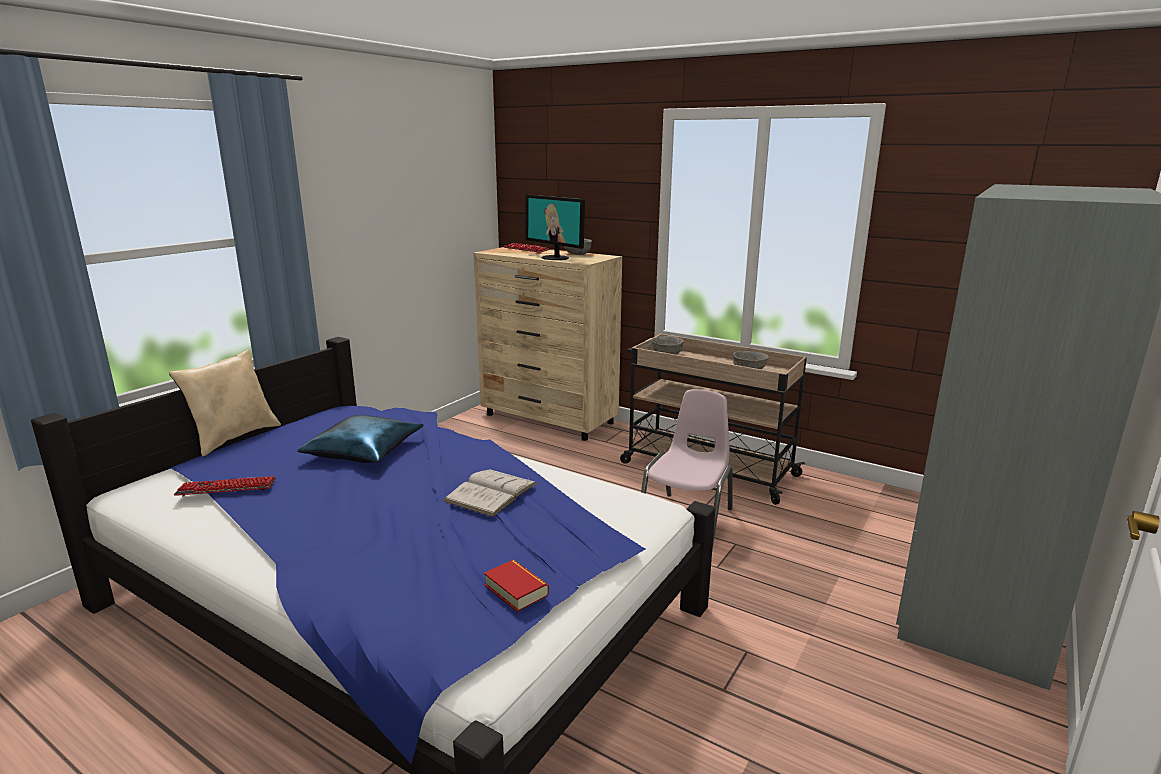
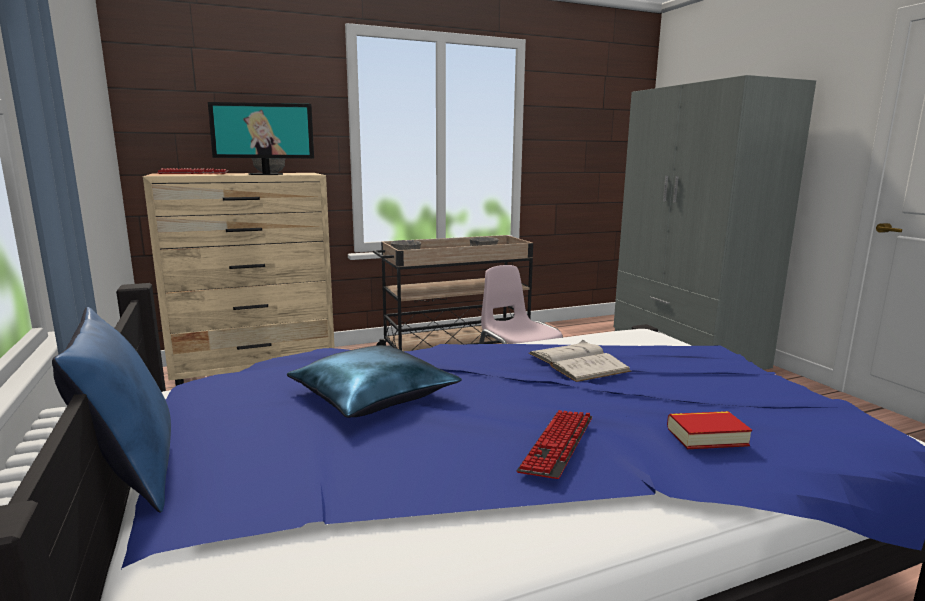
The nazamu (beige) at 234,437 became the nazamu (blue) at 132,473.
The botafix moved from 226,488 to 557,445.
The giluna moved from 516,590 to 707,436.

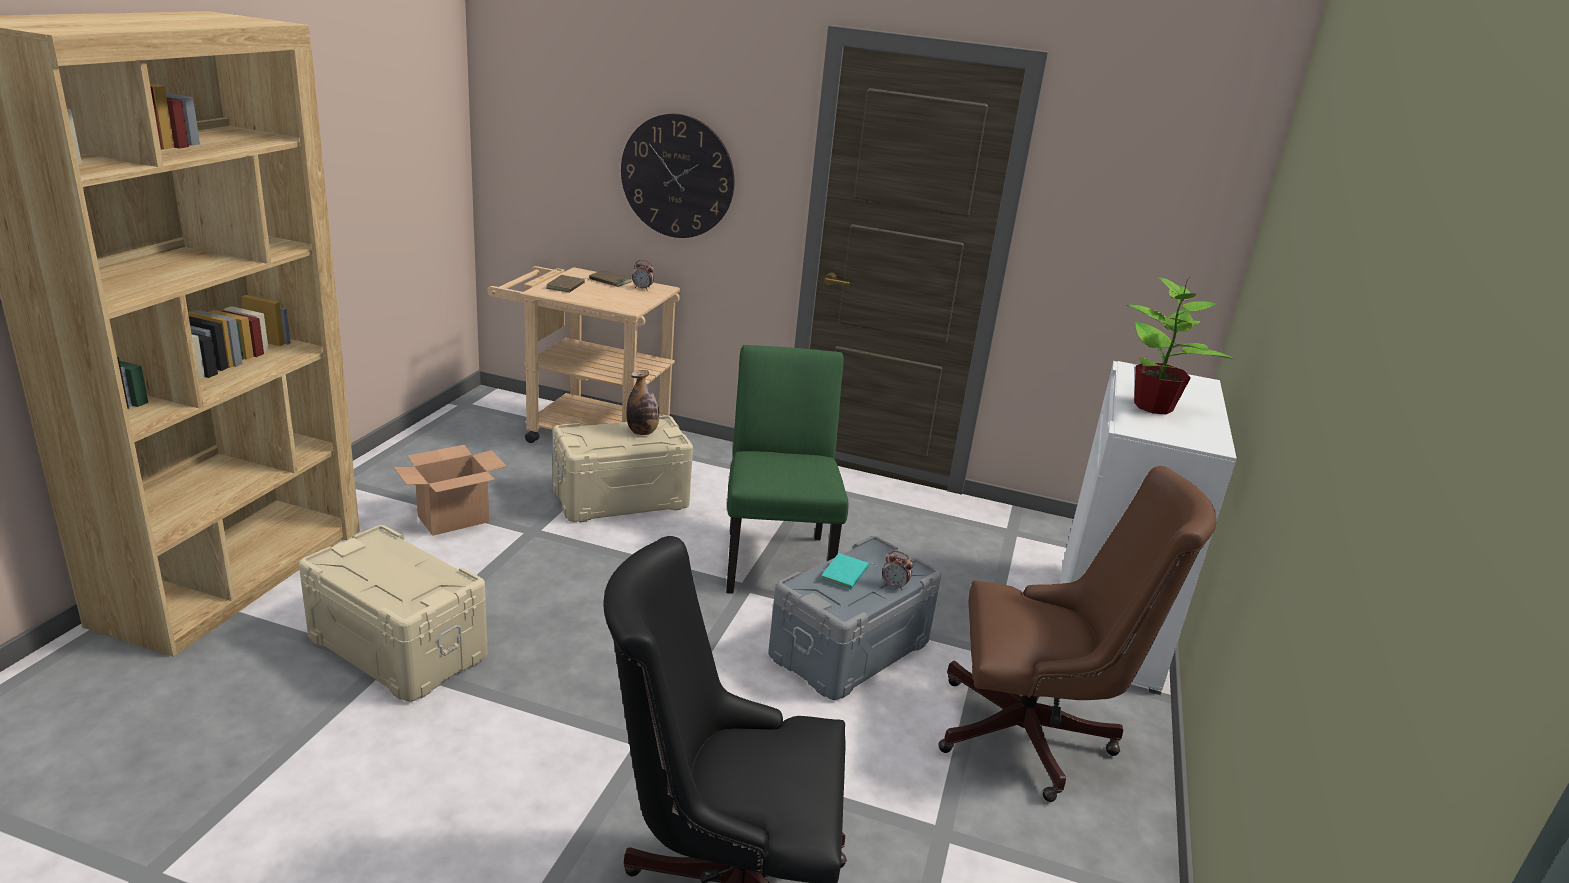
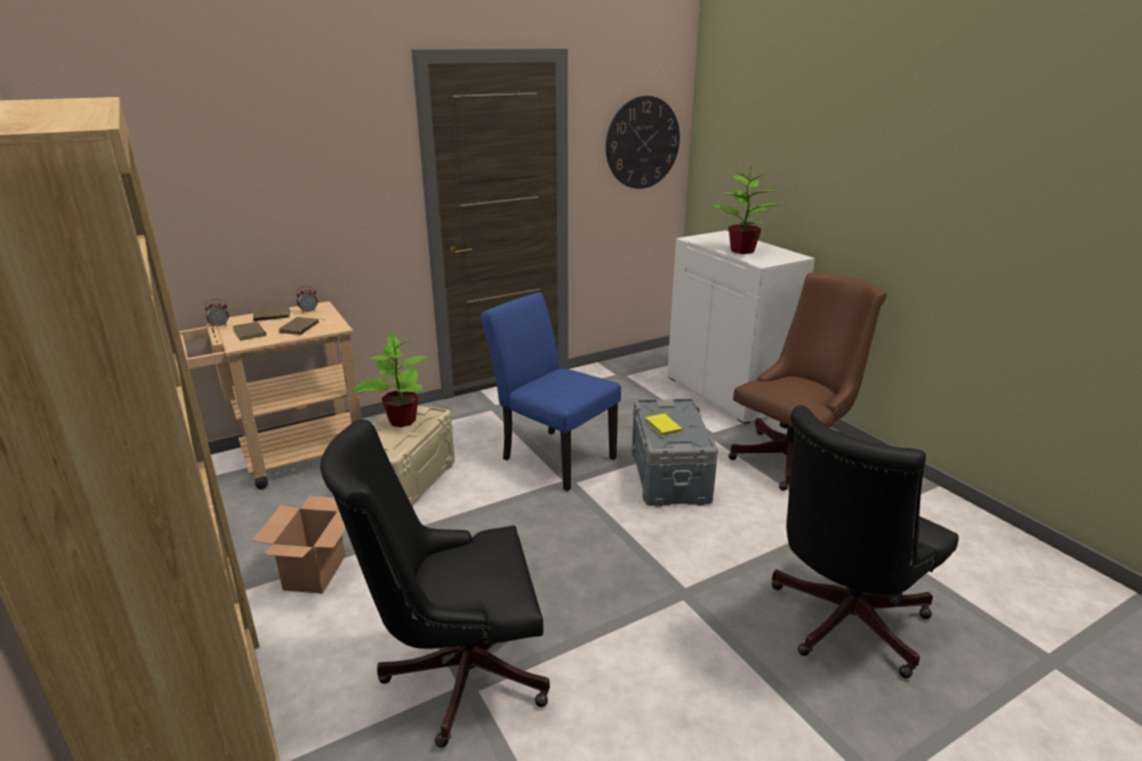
The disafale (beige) at 399,646 was replaced by the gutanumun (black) at 456,672.
The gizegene moved from 677,176 to 642,143.
The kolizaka at 642,432 was replaced by the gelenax at 401,420.
The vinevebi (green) at 776,557 became the vinevebi (blue) at 552,456.
The giluna (turquoise) at 846,575 became the giluna (yellow) at 664,426.
The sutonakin moved from 894,586 to 220,326.
The giluna (brown) at 300,328 appeared.

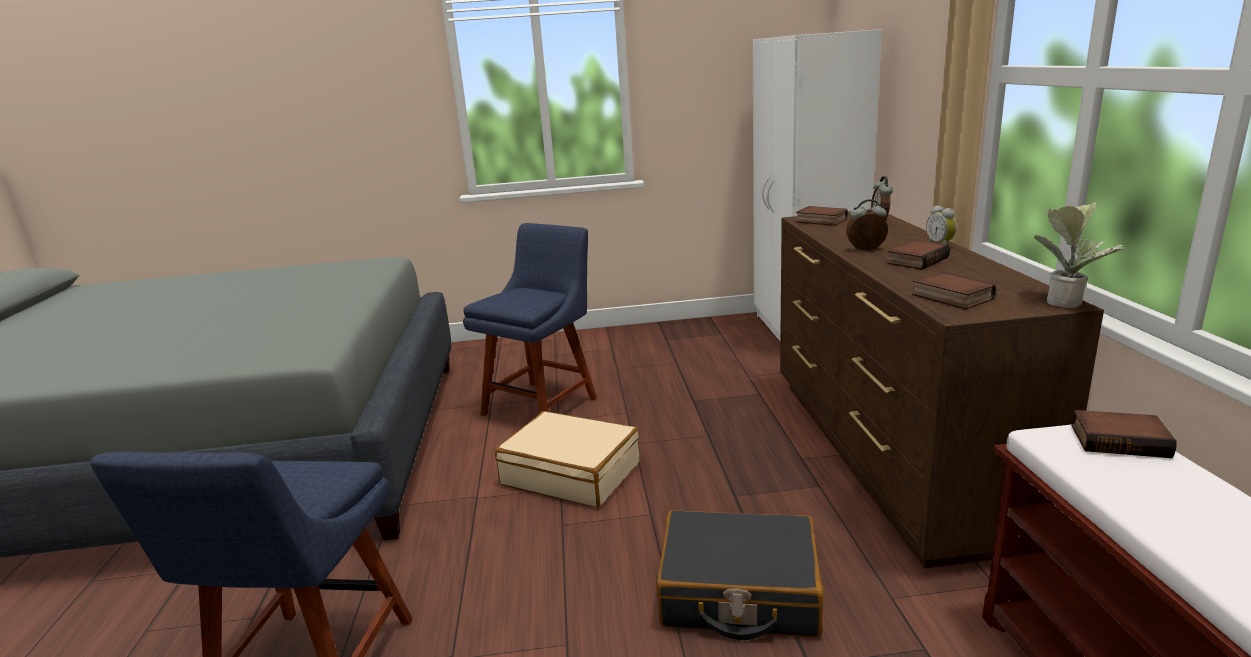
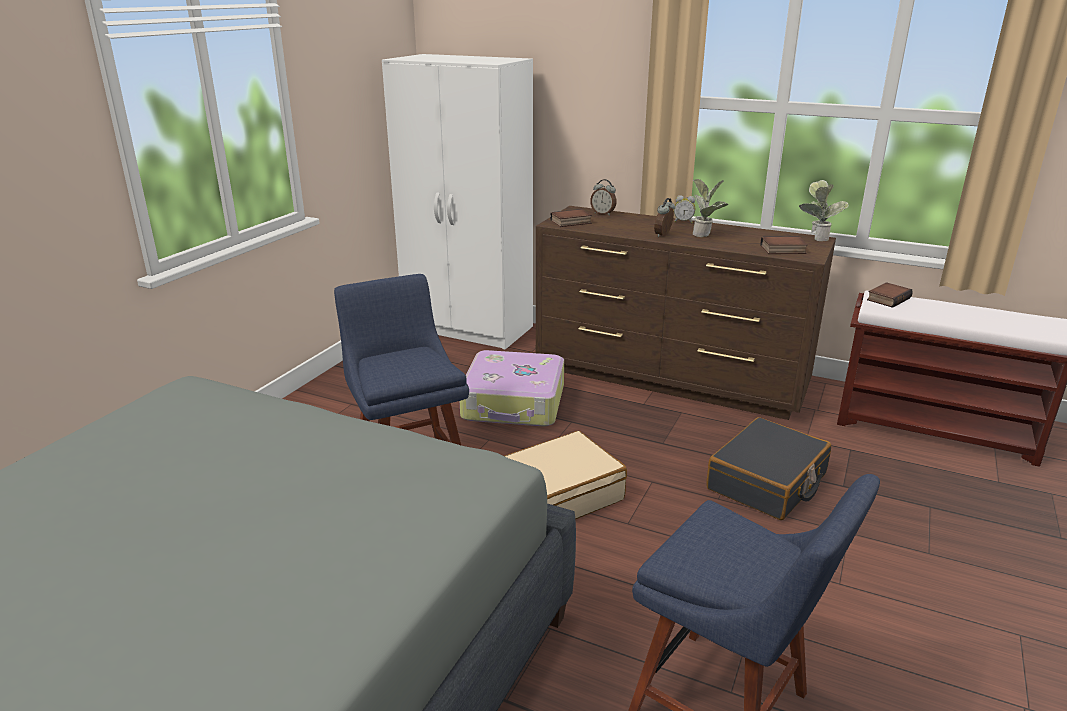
The giluna at 916,260 was replaced by the gelenax at 705,234.
The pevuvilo at 514,403 appeared.

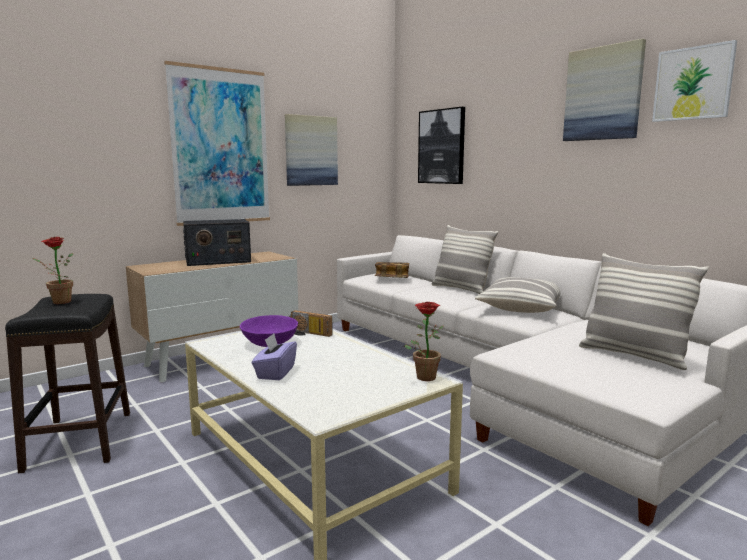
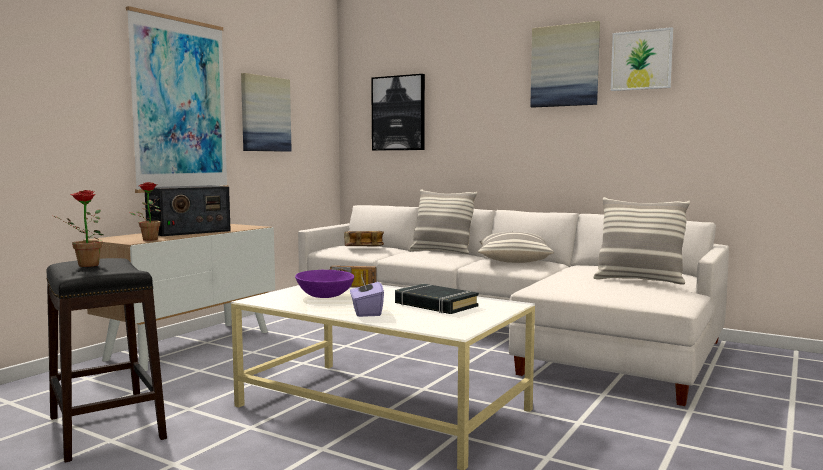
The gelenax moved from 424,376 to 149,239.
The giluna (black) at 435,305 appeared.

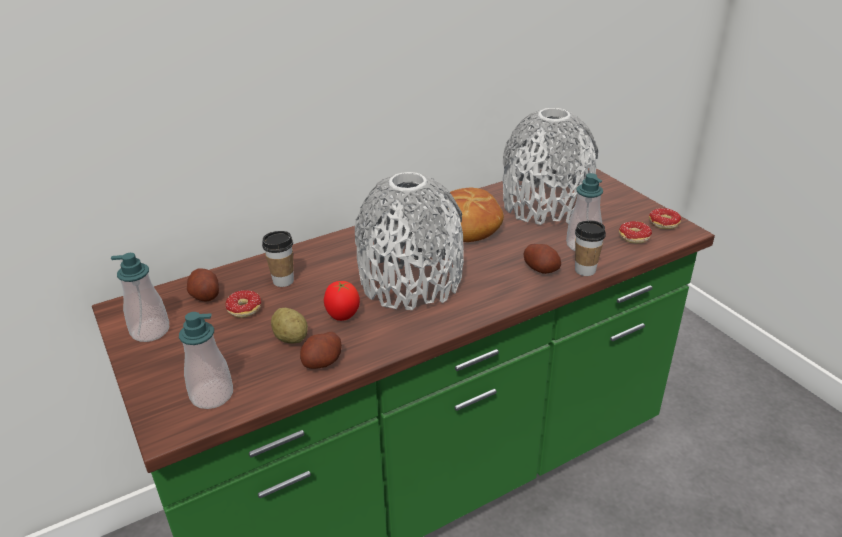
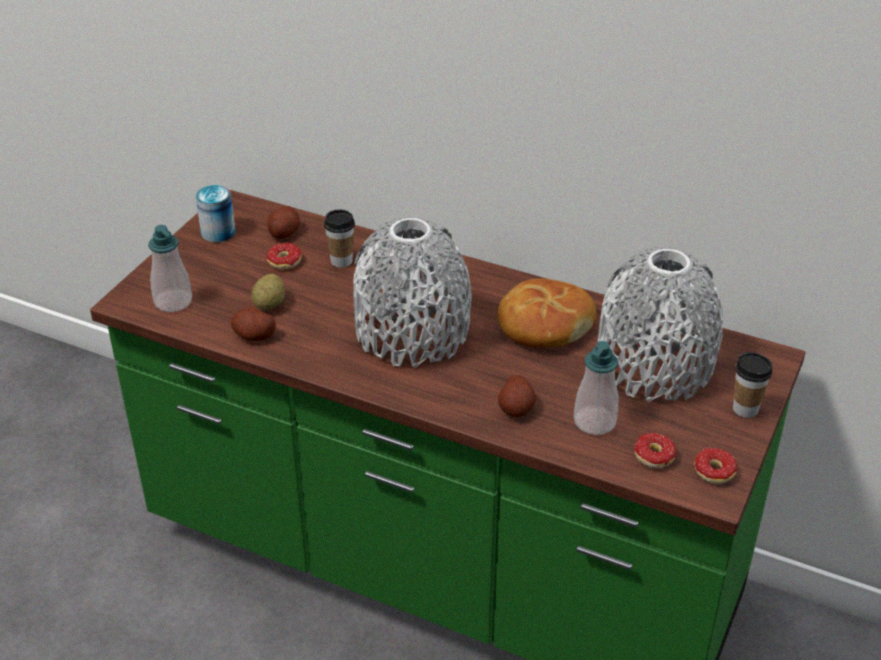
The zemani at 150,331 was replaced by the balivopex at 218,232.
The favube at 343,316 disappeared.
The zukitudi moved from 585,270 to 745,409.

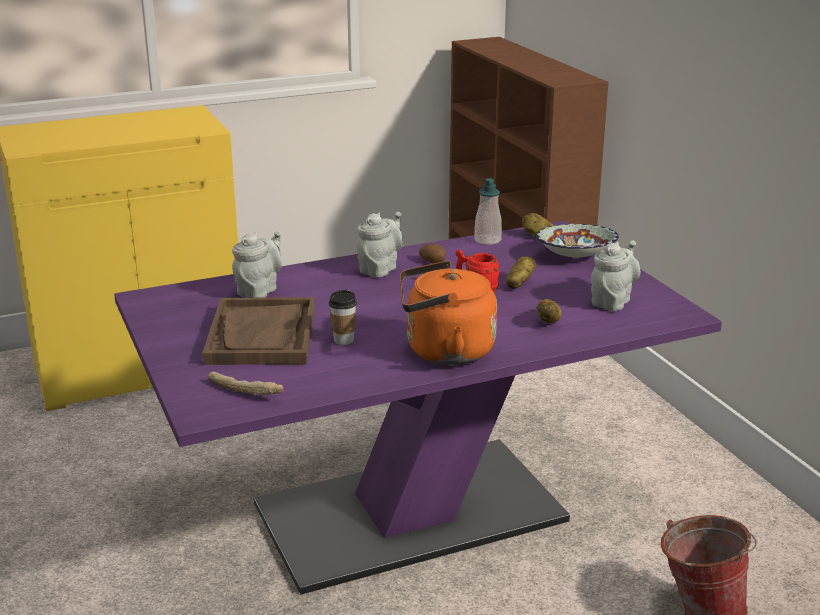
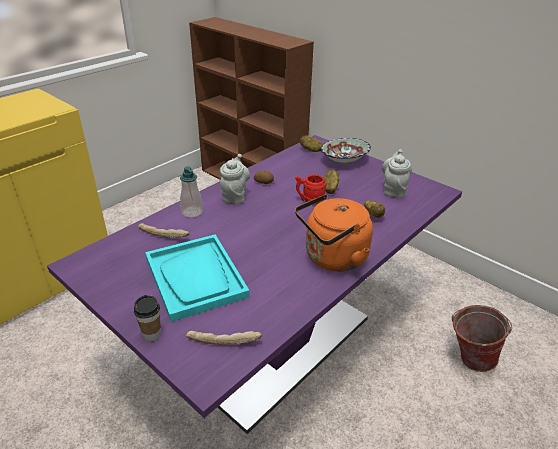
The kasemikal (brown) at 262,335 became the kasemikal (turquoise) at 196,277.
The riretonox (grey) at 259,290 was replaced by the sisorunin at 164,235.
The zukitudi moved from 343,340 to 152,334.
The zemani moved from 487,240 to 192,212.

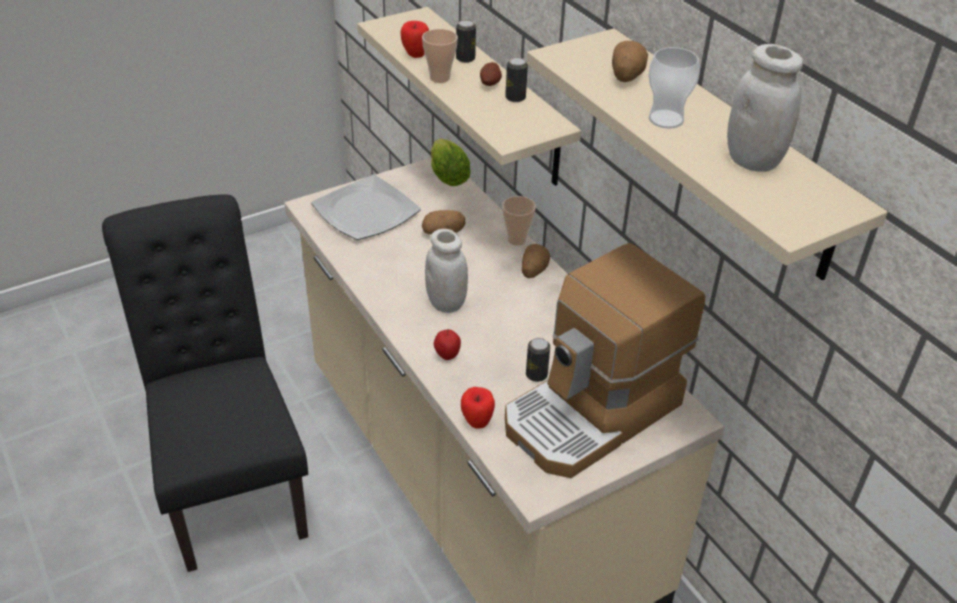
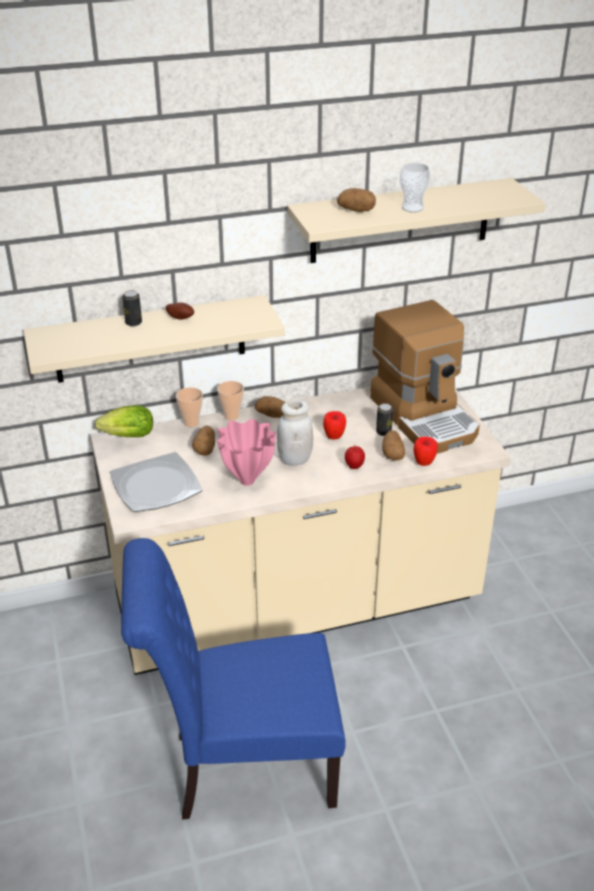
The vinevebi (black) at 231,482 became the vinevebi (blue) at 242,768.
The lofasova moved from 415,55 to 334,437.
The zukitudi moved from 440,78 to 191,423.
The balivopex at 515,98 disappeared.
The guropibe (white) at 753,161 disappeared.
The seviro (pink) at 248,480 appeared.
The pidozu at 392,454 appeared.

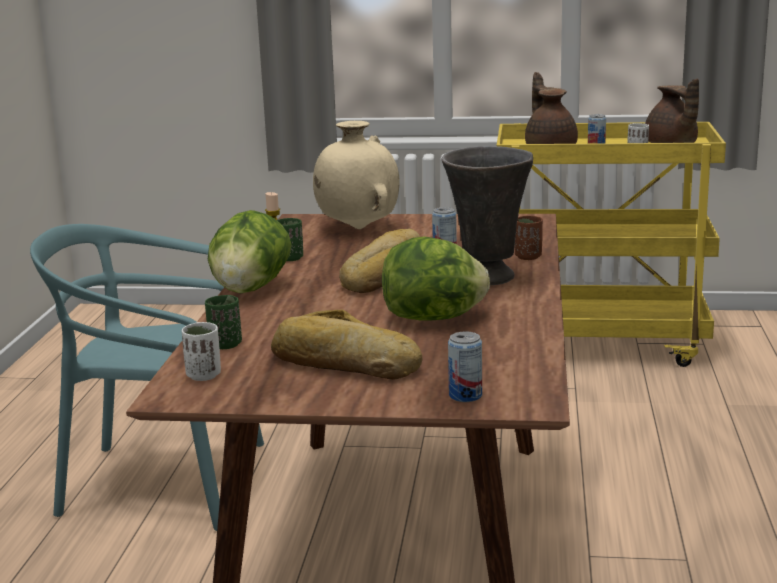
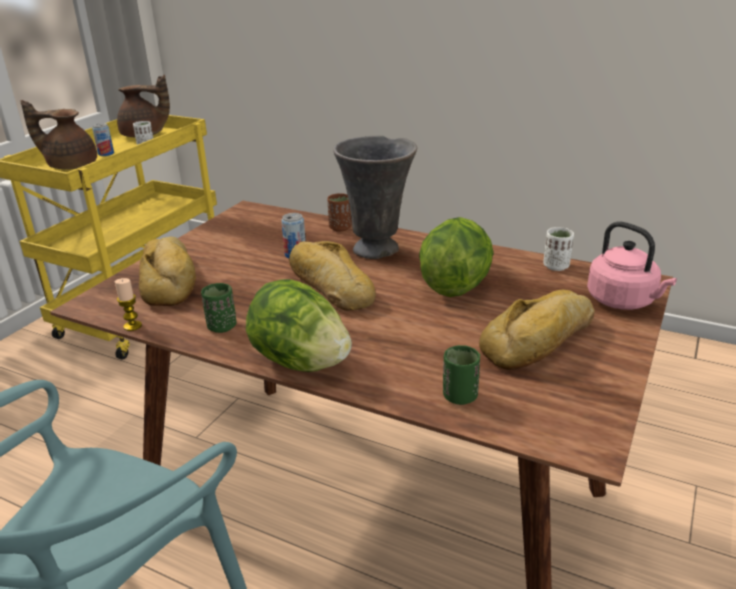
The zukitudi (white) moved from 204,375 to 556,266.
The seviro (beige) at 358,228 was replaced by the sisorunin at 170,279.
The balivopex at 465,396 was replaced by the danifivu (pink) at 624,301.

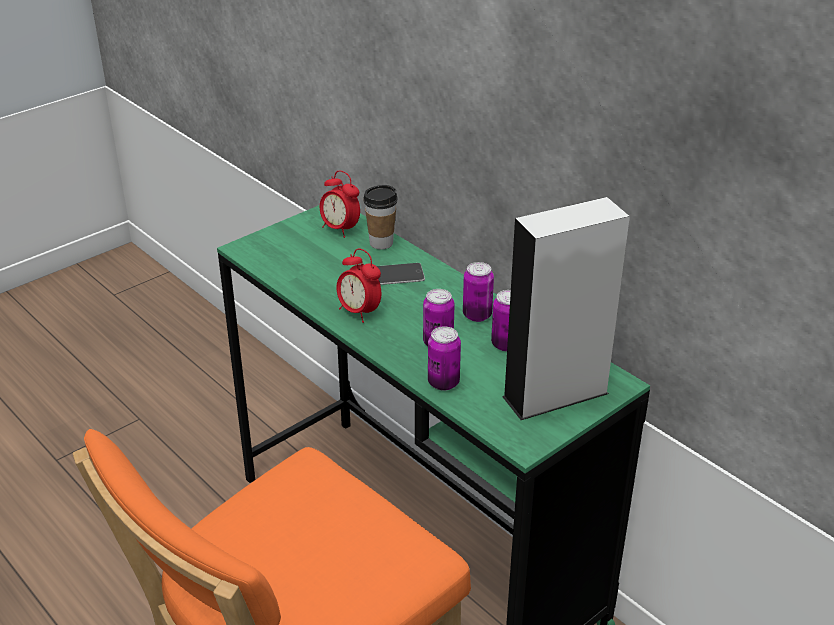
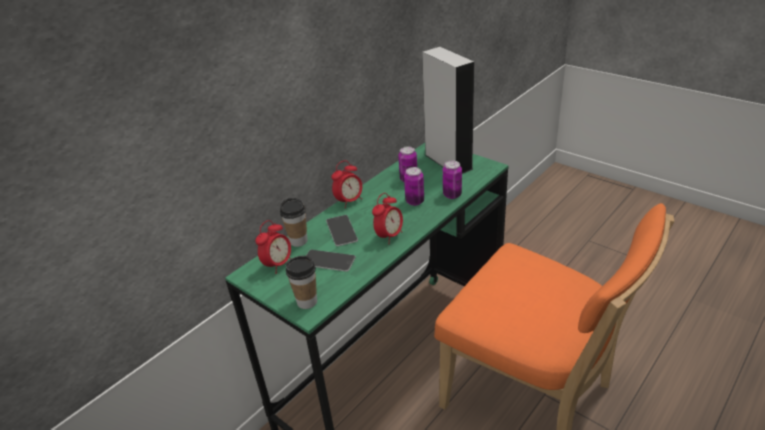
The balivopex at 477,315 disappeared.
The zukitudi at 307,302 appeared.
The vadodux at 328,261 appeared.
The sutonakin at 349,201 appeared.

